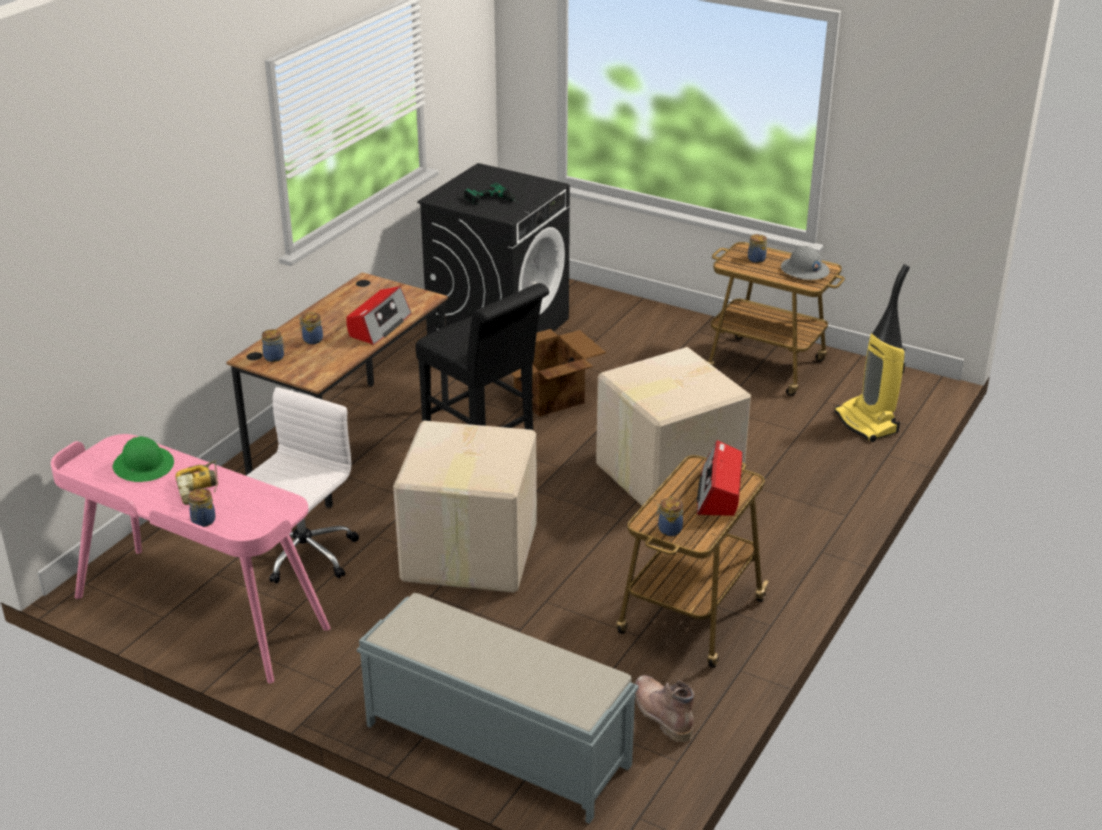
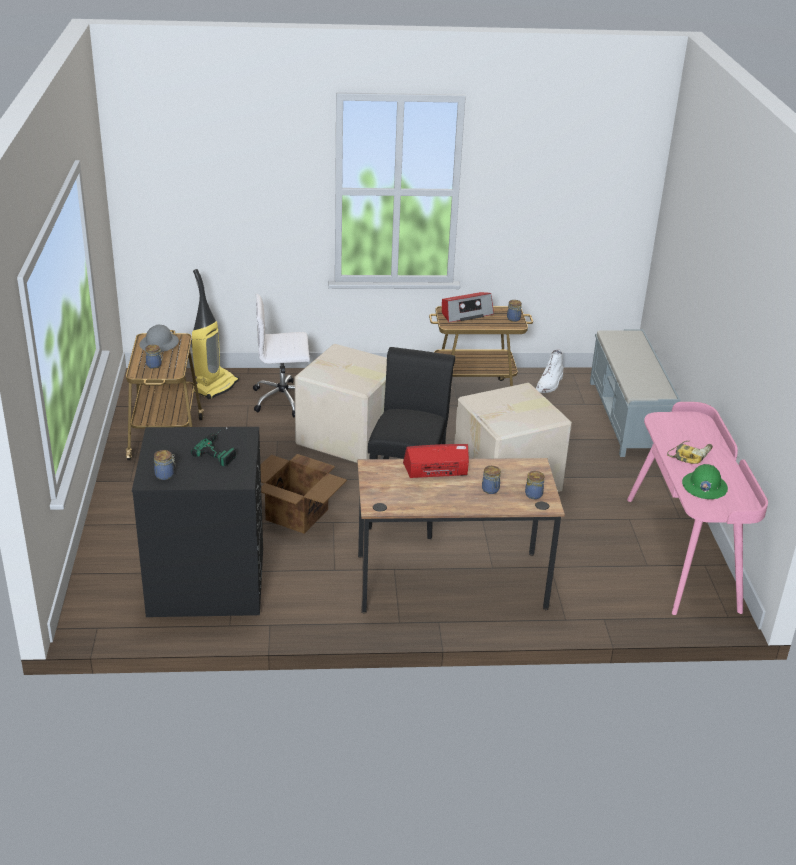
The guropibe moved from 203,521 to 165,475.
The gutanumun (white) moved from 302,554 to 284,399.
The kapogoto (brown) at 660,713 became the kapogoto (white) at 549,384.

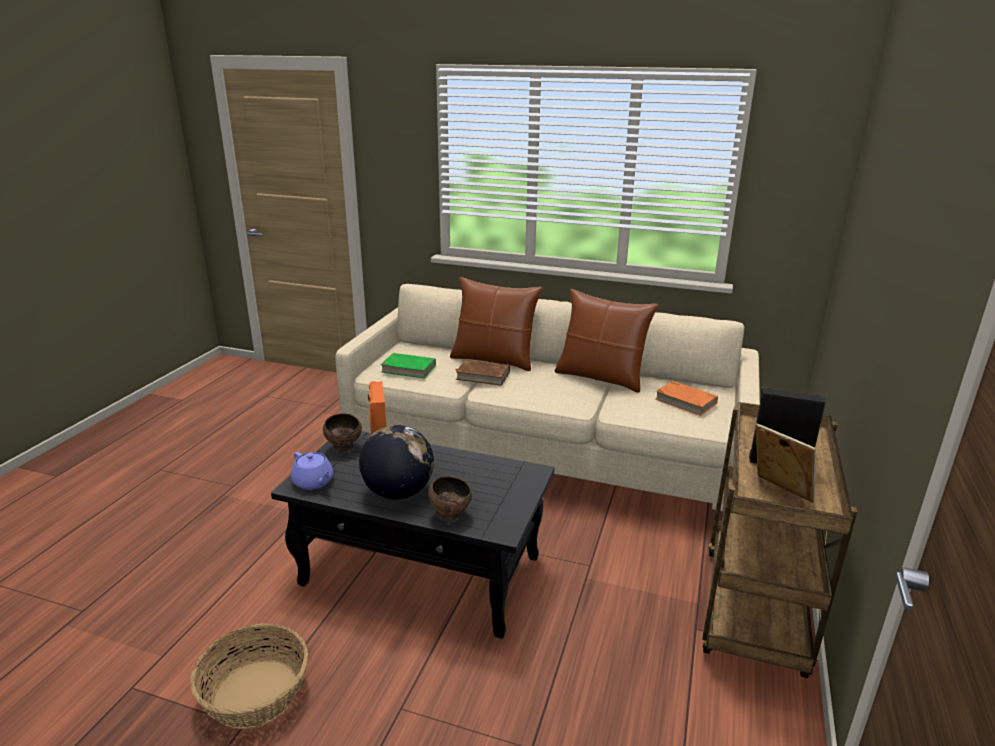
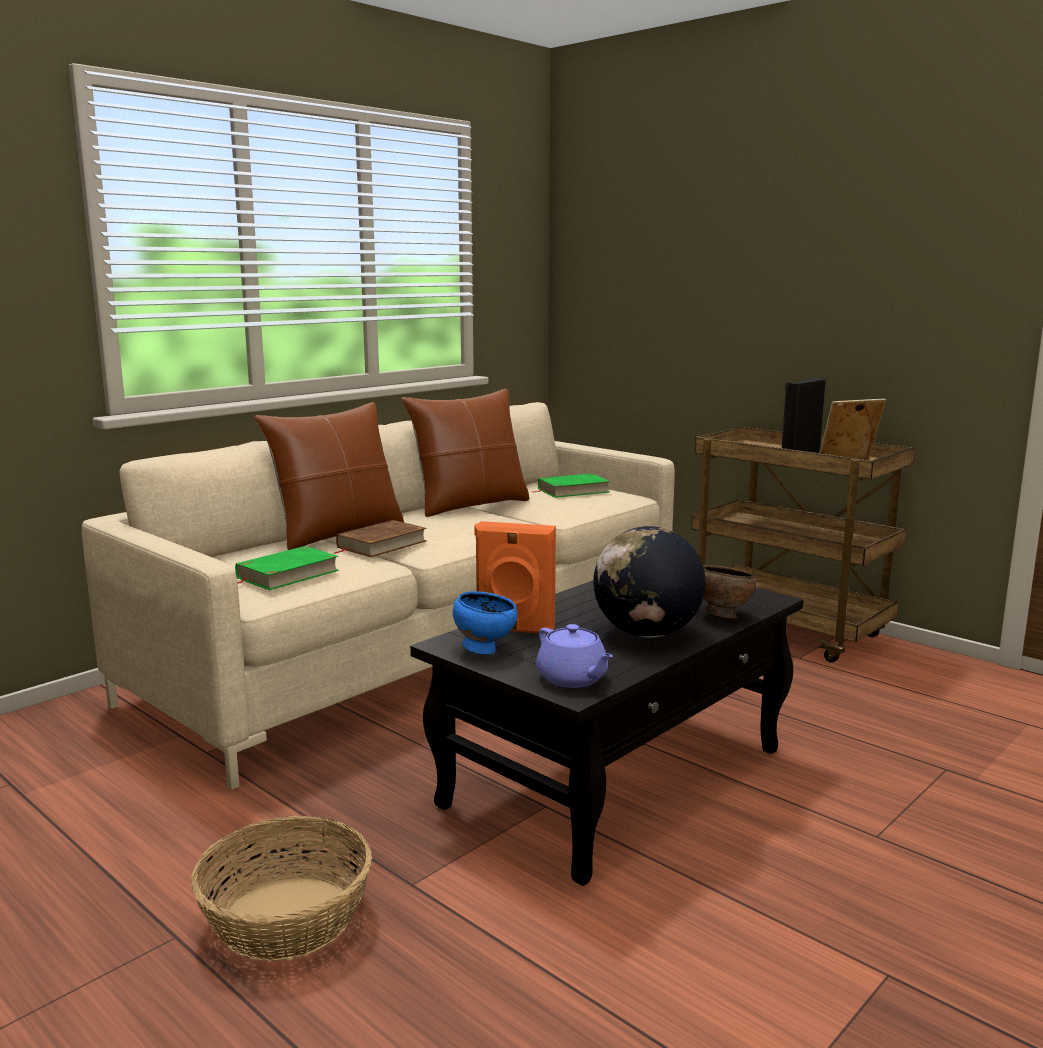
The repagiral moved from 256,693 to 288,917.
The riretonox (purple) at 313,482 turned 75 degrees clockwise.
The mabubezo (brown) at 344,448 became the mabubezo (blue) at 484,650.
The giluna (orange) at 685,401 became the giluna (green) at 573,490.

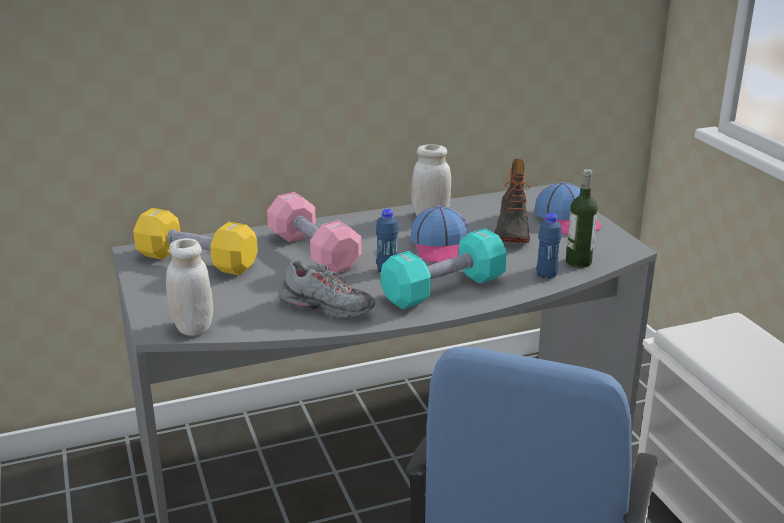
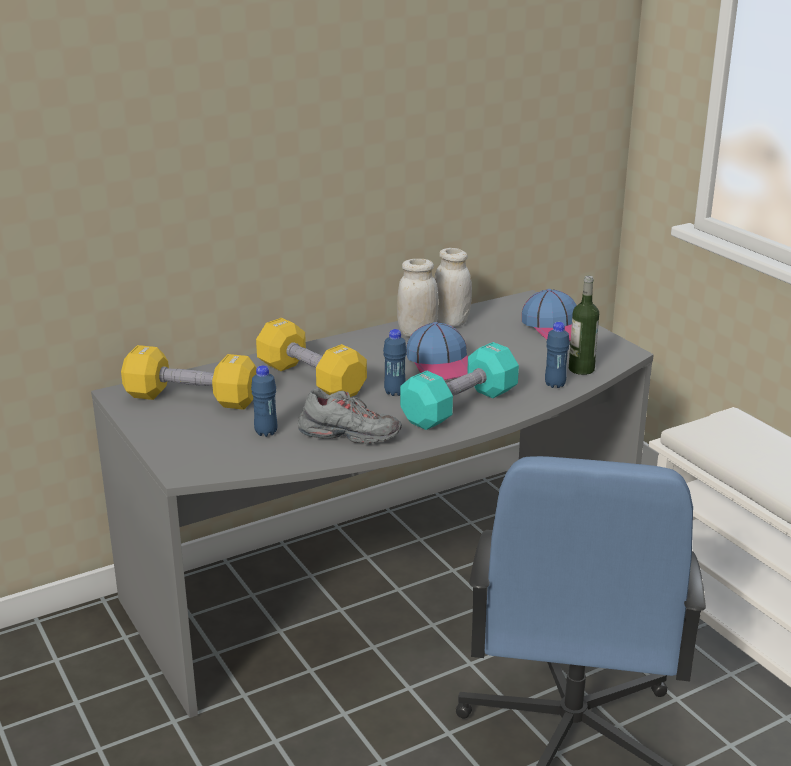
The guropibe (white) moved from 193,327 to 451,322.
The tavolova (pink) at 313,252 became the tavolova (yellow) at 311,379.
The kapogoto at 511,230 disappeared.
The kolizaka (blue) at 266,432 appeared.

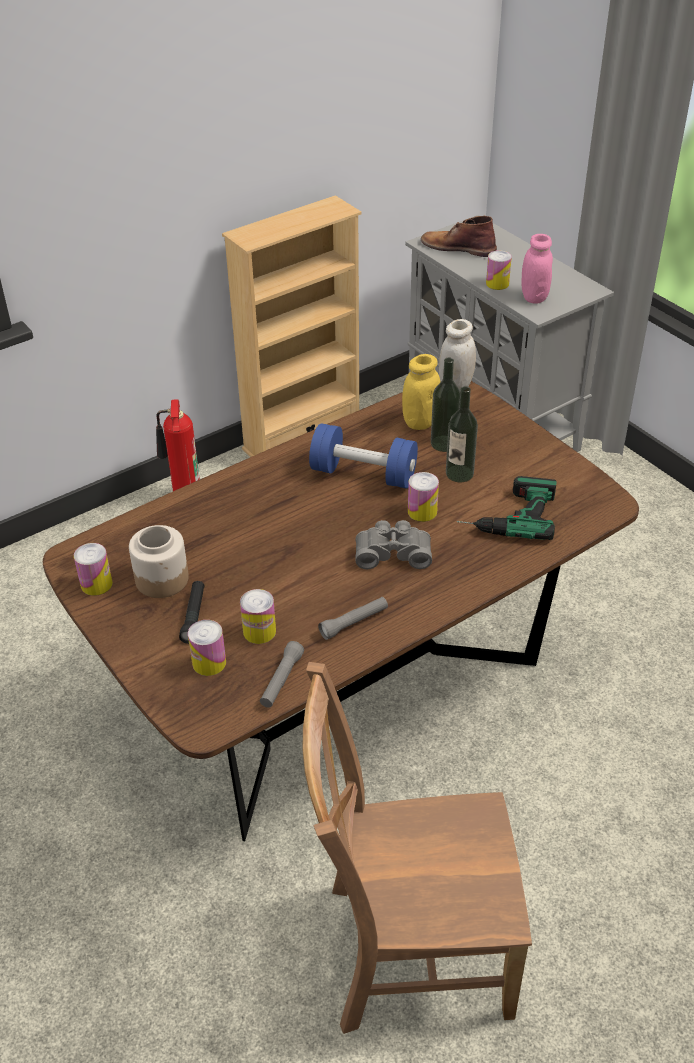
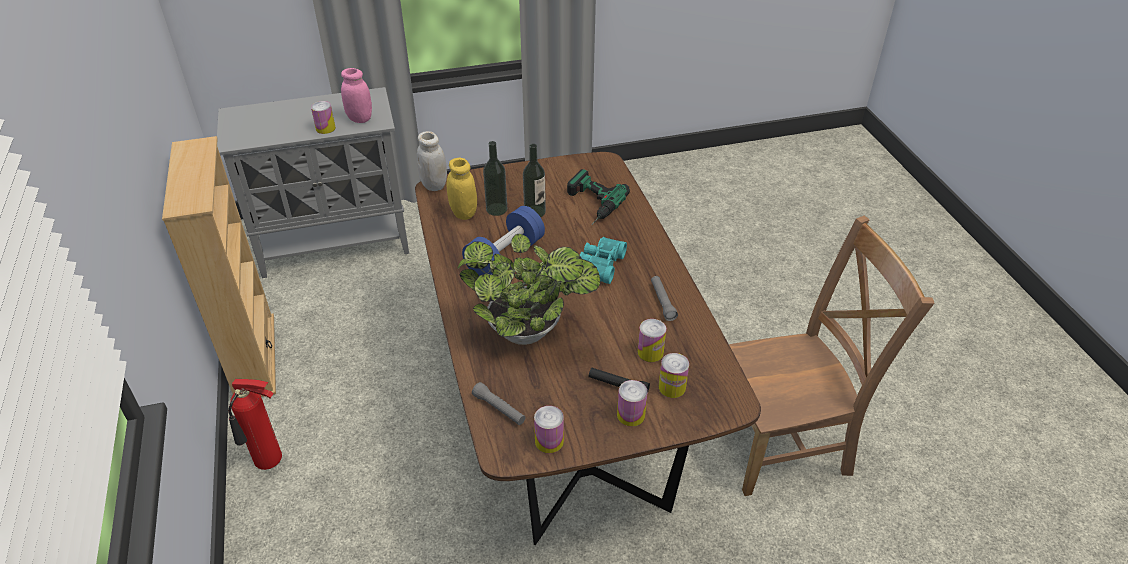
The guropibe at 162,579 disappeared.
The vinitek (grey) moved from 281,680 to 499,409.
The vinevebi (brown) at 409,950 turned 120 degrees counterclockwise.
The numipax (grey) at 393,552 became the numipax (turquoise) at 600,265.
The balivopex moved from 422,511 to 631,415.
The kapogoto (brown) at 457,247 disappeared.
The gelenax at 530,332 appeared.

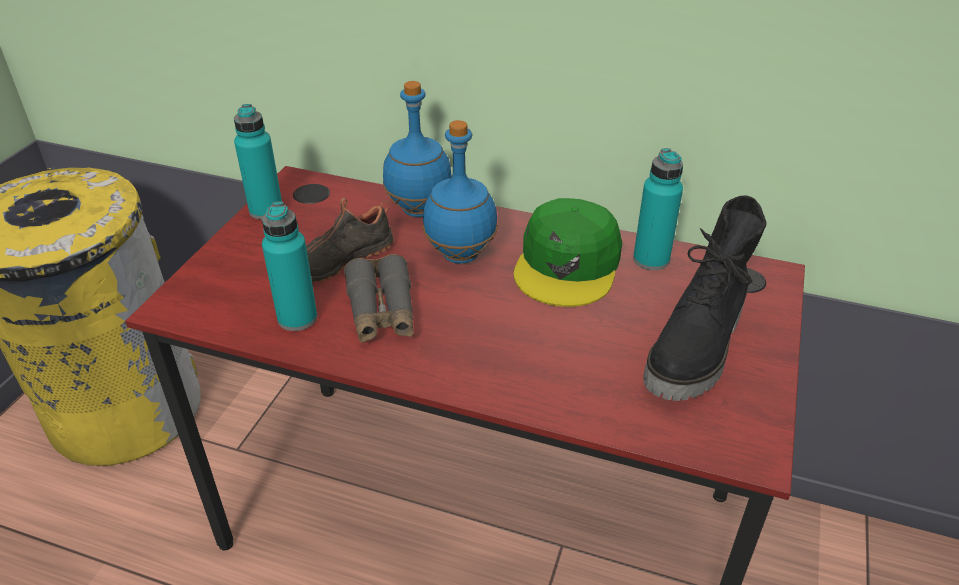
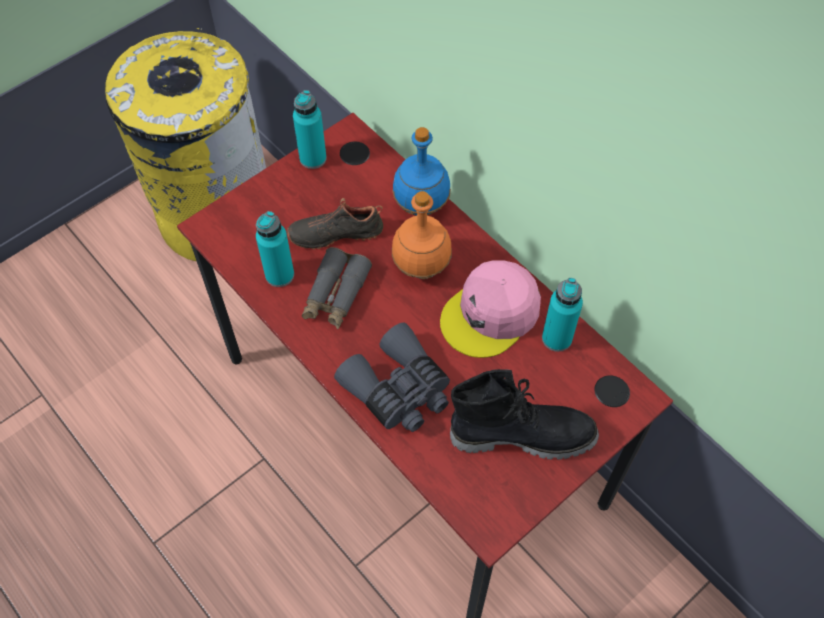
The kolizaka (blue) at 461,255 became the kolizaka (orange) at 422,268.
The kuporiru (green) at 568,265 became the kuporiru (pink) at 491,314.
The kapogoto (black) at 697,350 turned 150 degrees counterclockwise.
The numipax (grey) at 399,390 appeared.

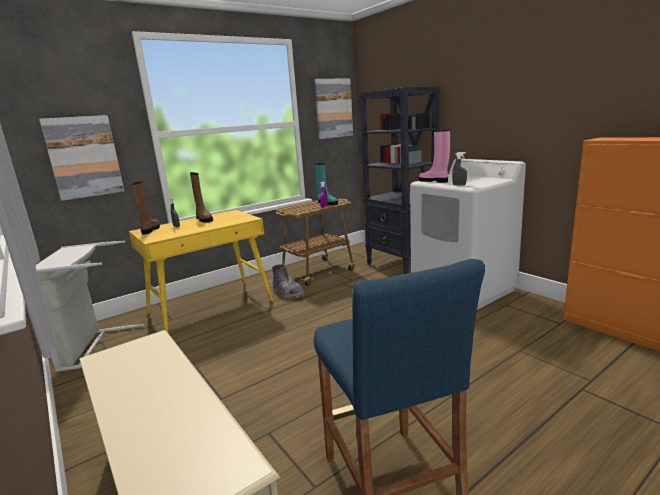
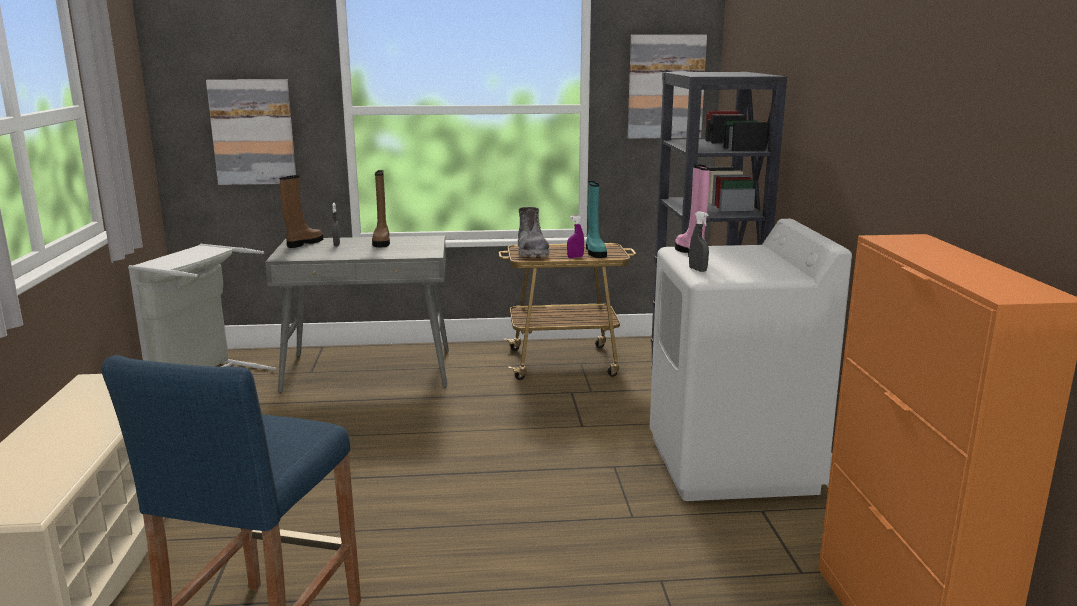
The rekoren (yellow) at 211,307 became the rekoren (grey) at 369,370.
The kapogoto (grey) moved from 288,293 to 532,252.

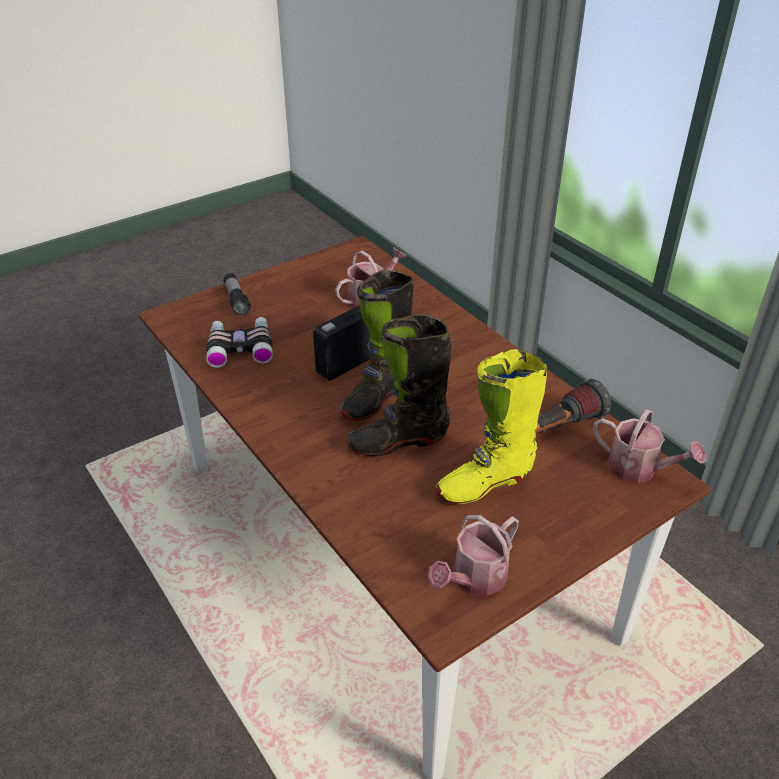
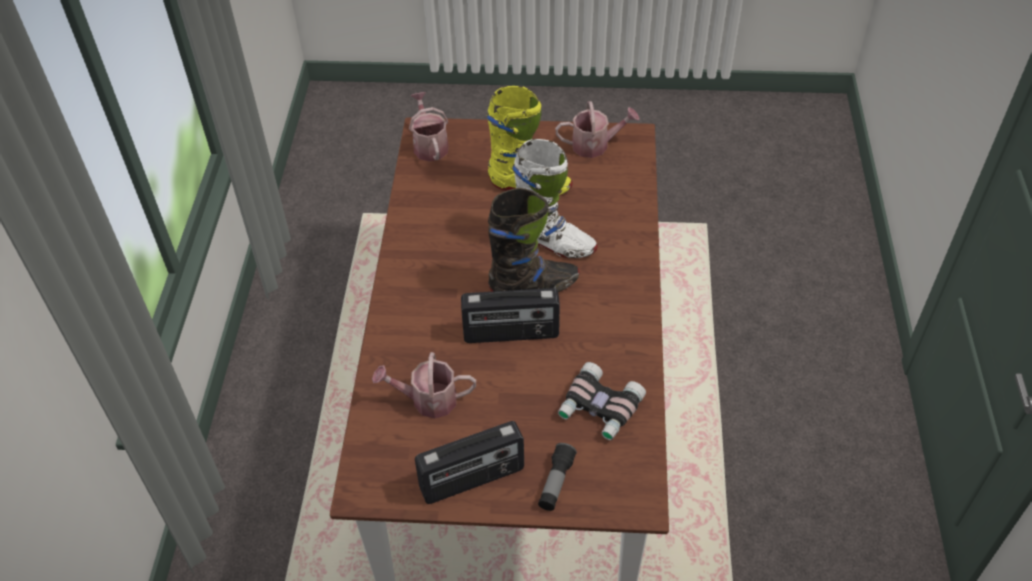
The kapogoto (black) at 398,441 became the kapogoto (white) at 554,244.
The vinitek at 563,427 disappeared.
The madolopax at 472,480 appeared.

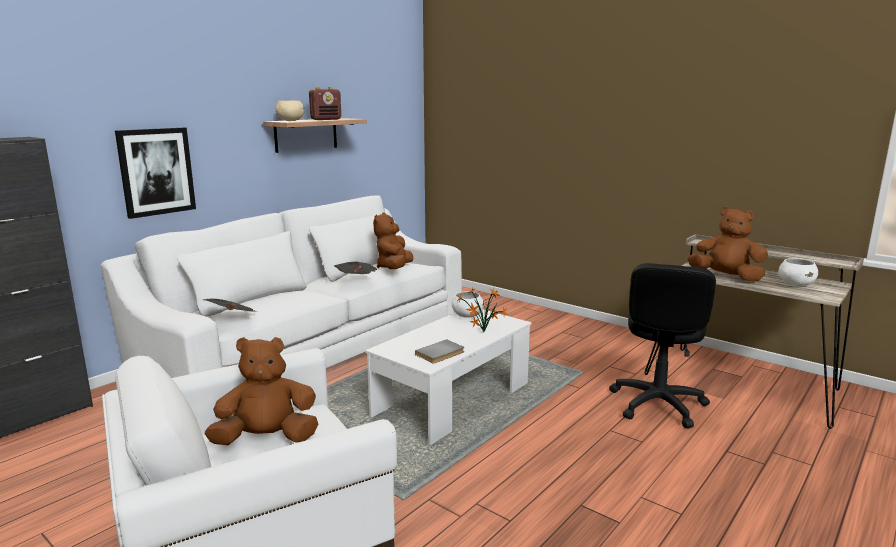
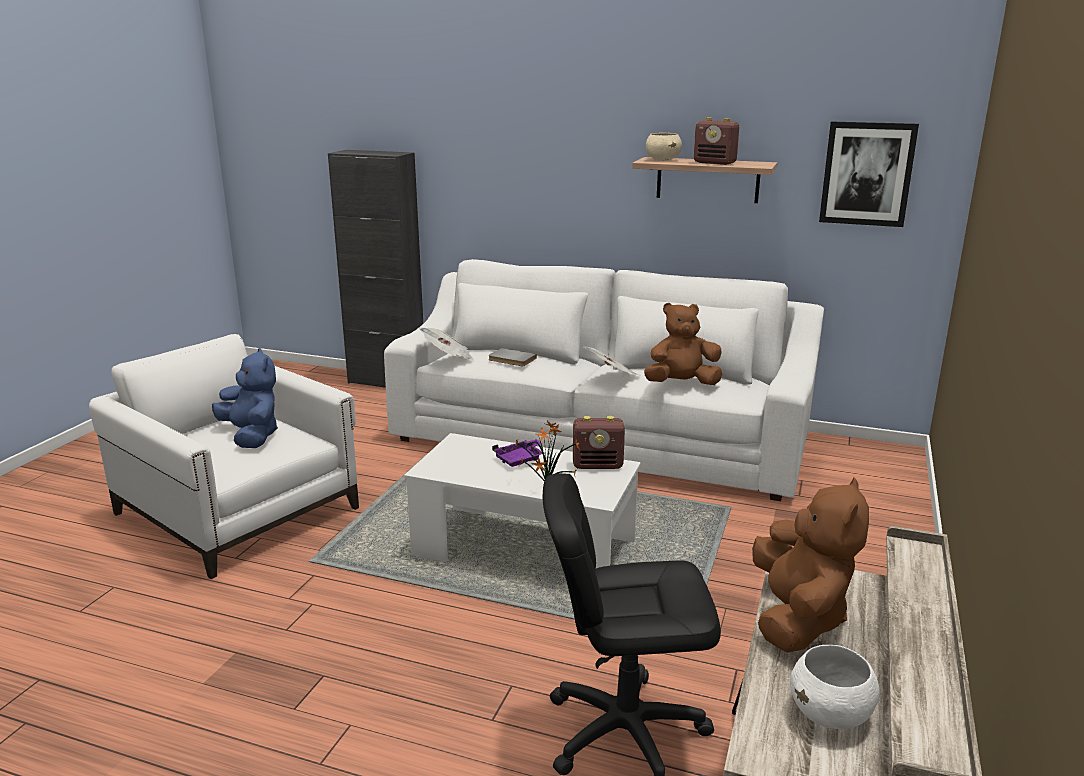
The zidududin moved from 156,171 to 867,174.
The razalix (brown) at 267,439 became the razalix (blue) at 252,436.
The giluna (grey) moved from 441,354 to 511,359.
The mabubezo (white) at 467,315 was replaced by the madolopax at 598,465.
The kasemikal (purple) at 520,459 appeared.

